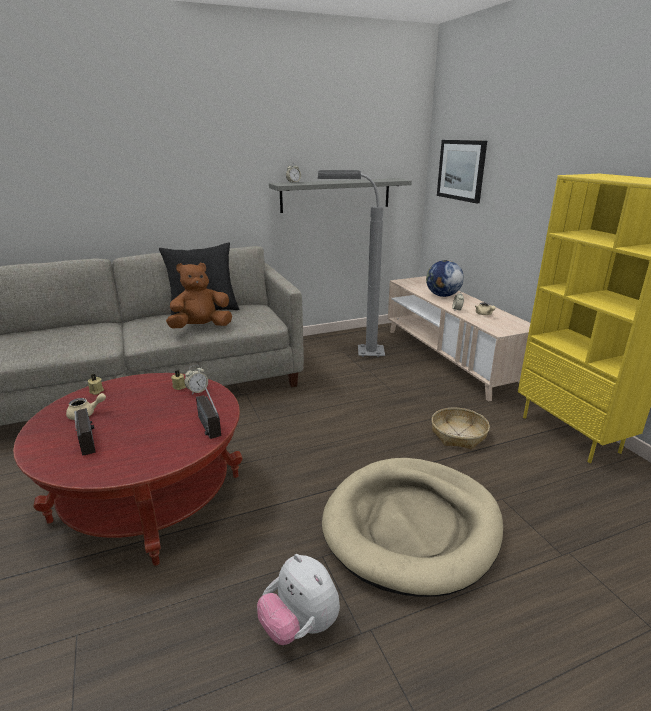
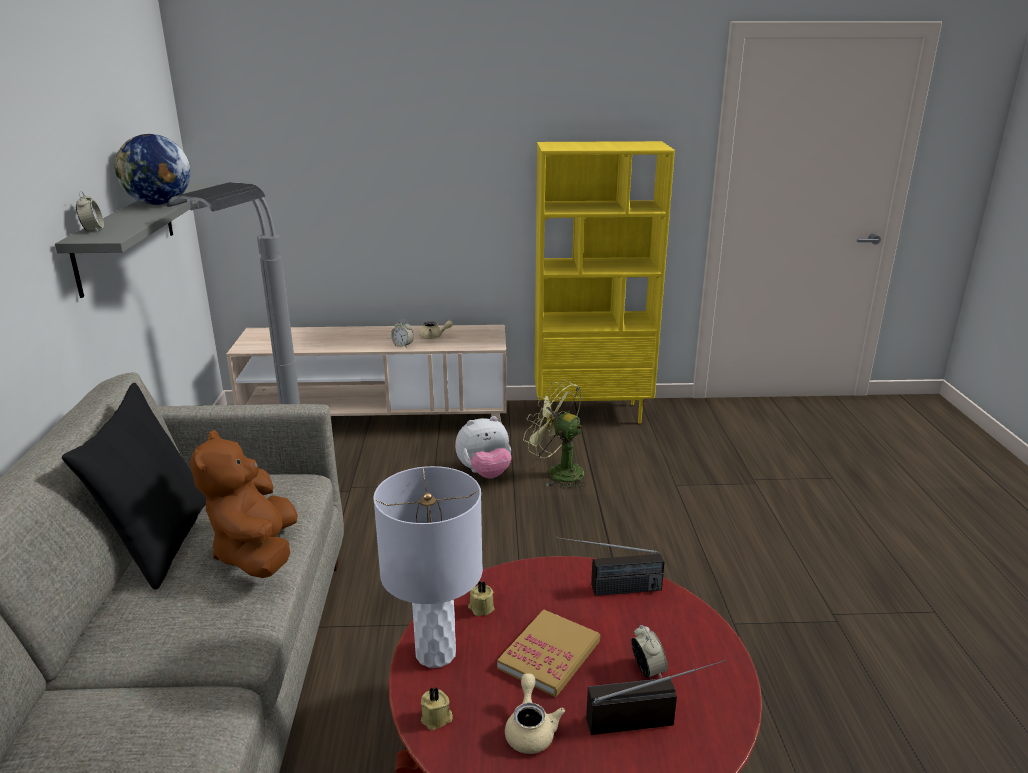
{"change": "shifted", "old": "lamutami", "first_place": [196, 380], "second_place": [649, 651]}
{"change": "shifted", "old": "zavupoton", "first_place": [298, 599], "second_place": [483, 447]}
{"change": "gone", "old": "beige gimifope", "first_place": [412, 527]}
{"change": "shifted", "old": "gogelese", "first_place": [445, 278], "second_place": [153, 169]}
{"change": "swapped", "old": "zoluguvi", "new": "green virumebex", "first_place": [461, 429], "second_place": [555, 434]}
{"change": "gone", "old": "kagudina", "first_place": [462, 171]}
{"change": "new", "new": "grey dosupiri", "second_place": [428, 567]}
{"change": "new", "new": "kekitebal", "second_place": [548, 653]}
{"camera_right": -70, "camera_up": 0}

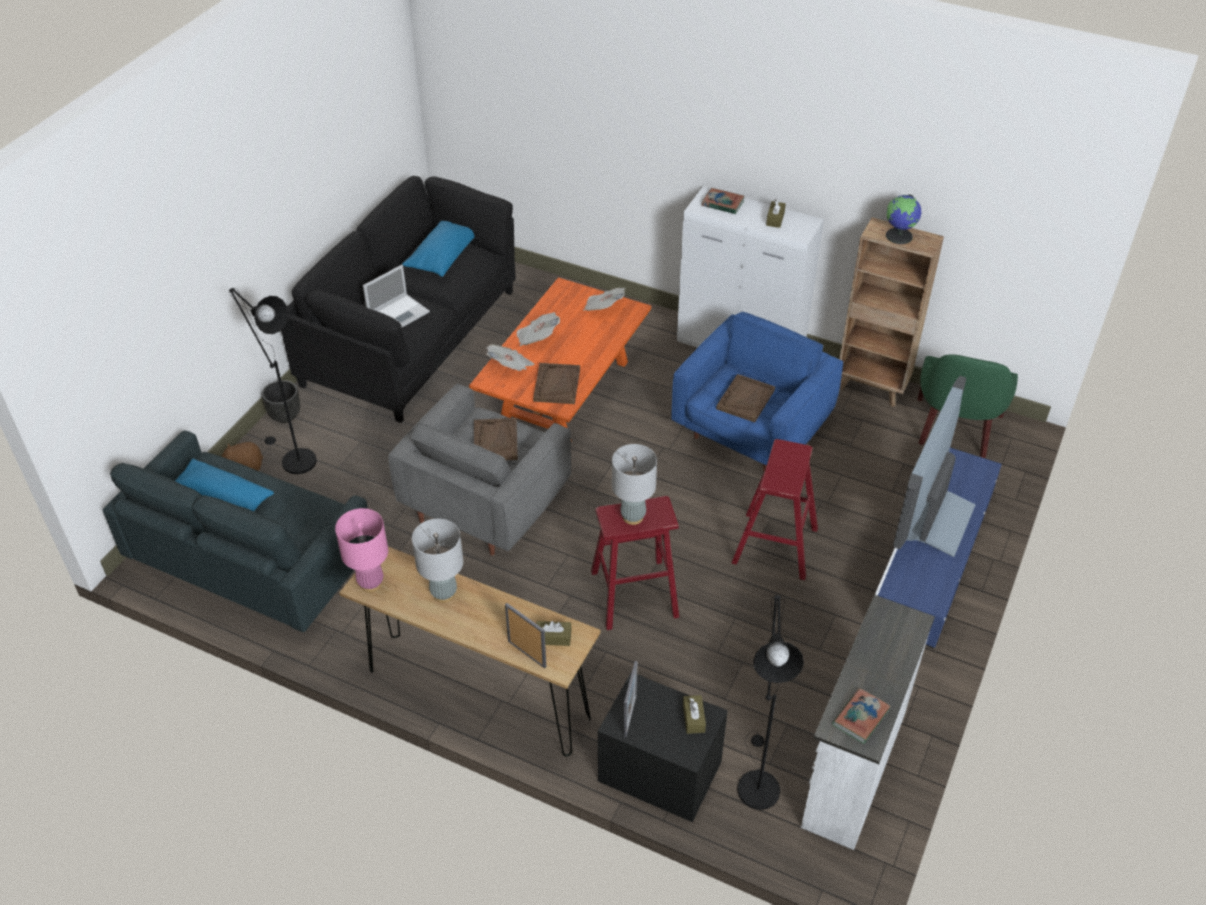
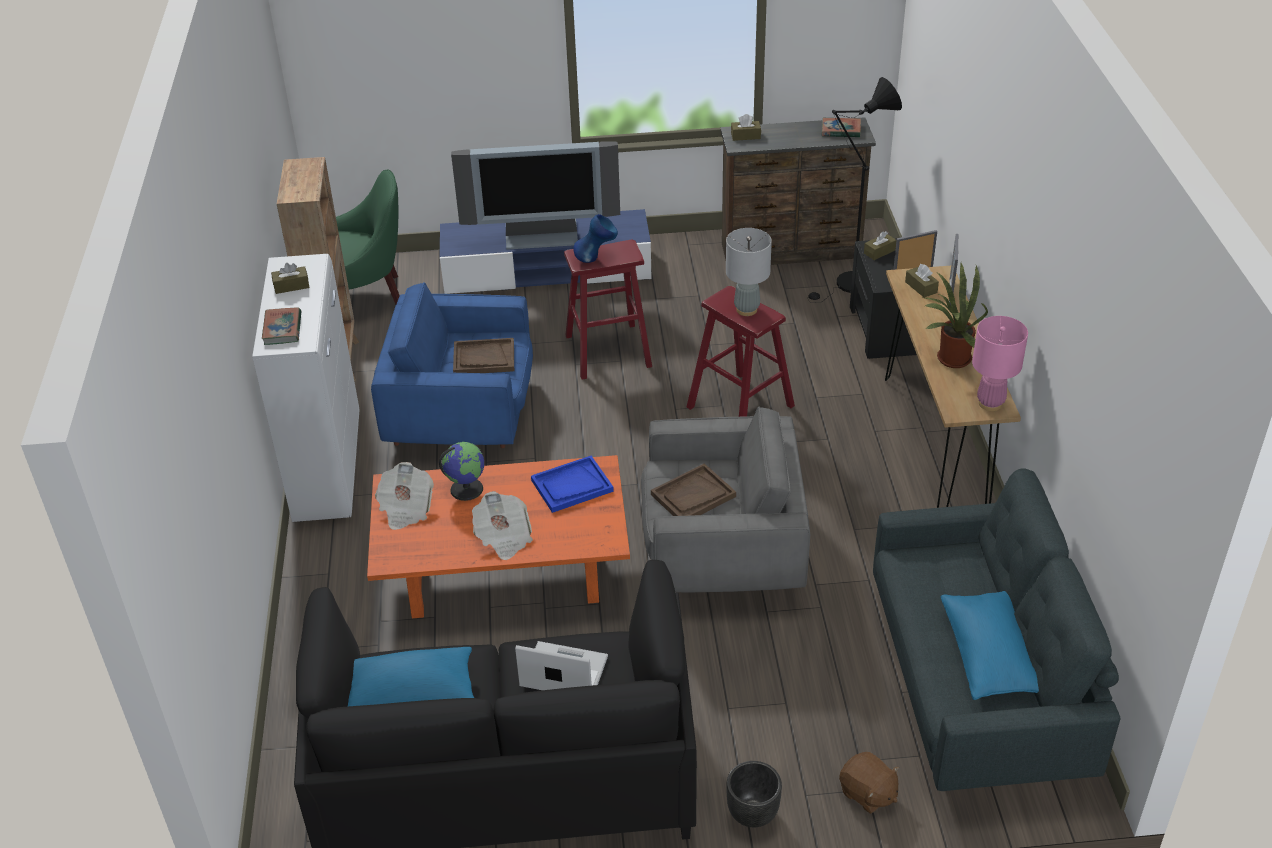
{"change": "gone", "old": "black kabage", "first_place": [273, 381]}
{"change": "swapped", "old": "grey dosupiri", "new": "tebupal", "first_place": [437, 561], "second_place": [956, 315]}
{"change": "gone", "old": "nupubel", "first_place": [510, 357]}
{"change": "repainted", "old": "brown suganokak", "new": "blue suganokak", "first_place": [556, 383], "second_place": [572, 484]}
{"change": "repainted", "old": "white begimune", "new": "brown begimune", "first_place": [868, 722], "second_place": [798, 191]}
{"change": "shifted", "old": "gogelese", "first_place": [903, 219], "second_place": [461, 471]}
{"change": "new", "new": "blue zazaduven", "second_place": [595, 238]}
{"change": "new", "new": "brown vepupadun", "second_place": [746, 127]}
{"camera_right": -120, "camera_up": -5}

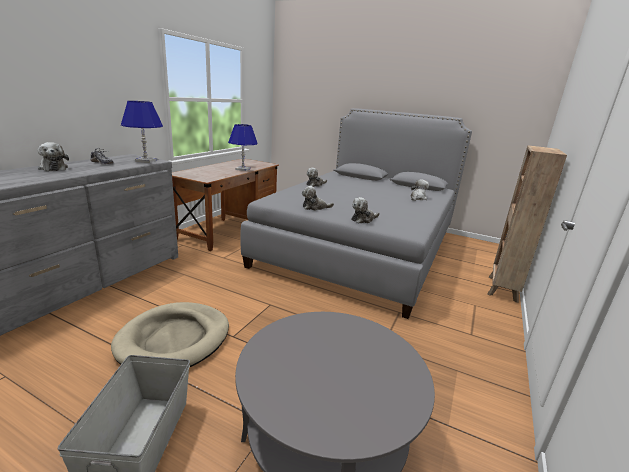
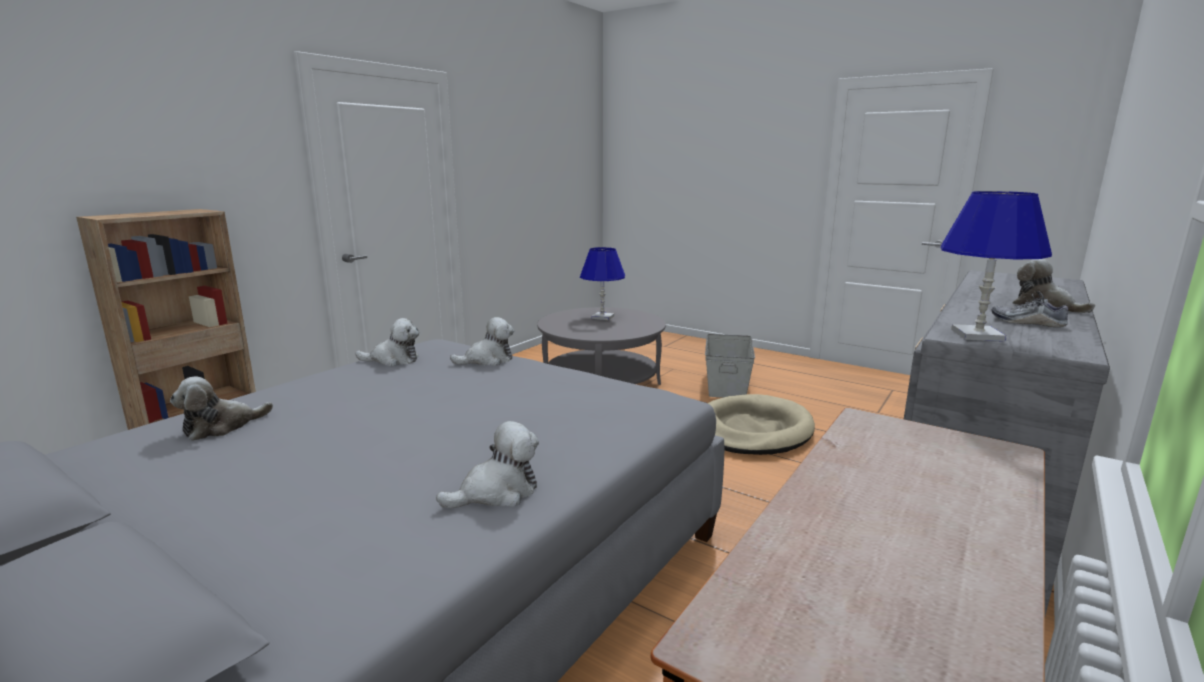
{"change": "shifted", "old": "blue dosupiri", "first_place": [243, 147], "second_place": [602, 283]}
{"change": "shifted", "old": "zavupoton", "first_place": [318, 198], "second_place": [387, 342]}
{"camera_right": -170, "camera_up": -5}

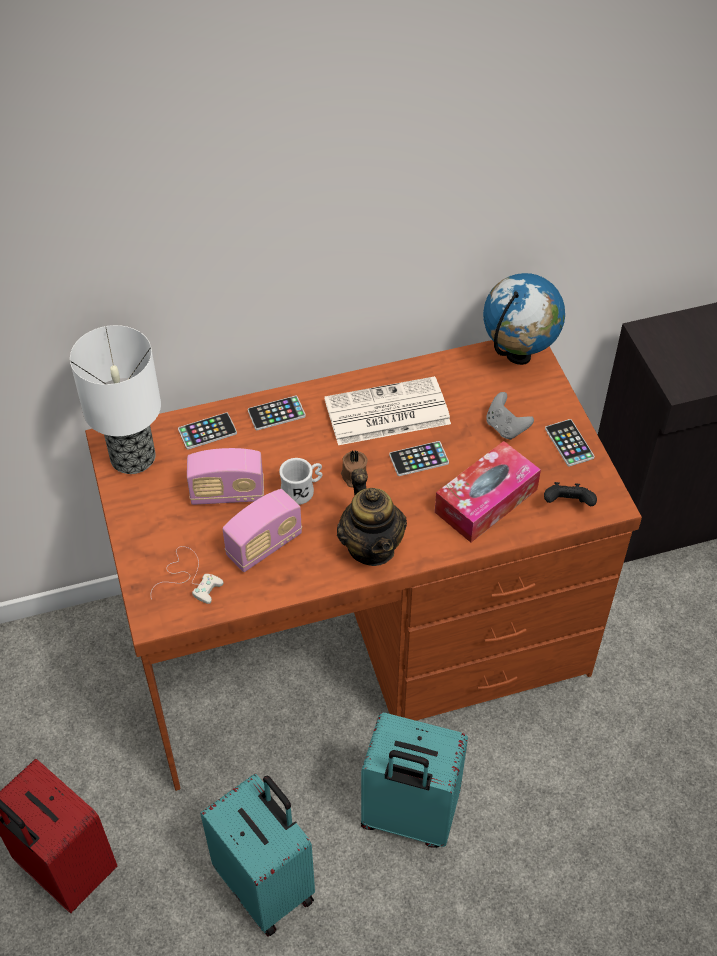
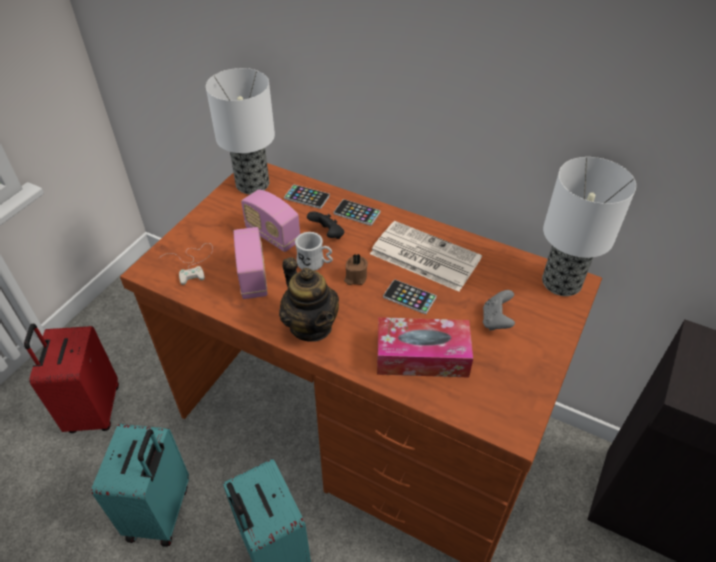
{"change": "rotated", "old": "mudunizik", "first_place": [262, 530], "second_place": [251, 263], "degrees": -105}
{"change": "rotated", "old": "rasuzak", "first_place": [372, 517], "second_place": [309, 299], "degrees": -60}
{"change": "swapped", "old": "gogelese", "new": "dosupiri", "first_place": [524, 319], "second_place": [589, 226]}
{"change": "shifted", "old": "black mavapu", "first_place": [570, 494], "second_place": [325, 225]}
{"change": "gone", "old": "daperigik", "first_place": [570, 442]}
{"camera_right": 45, "camera_up": -5}

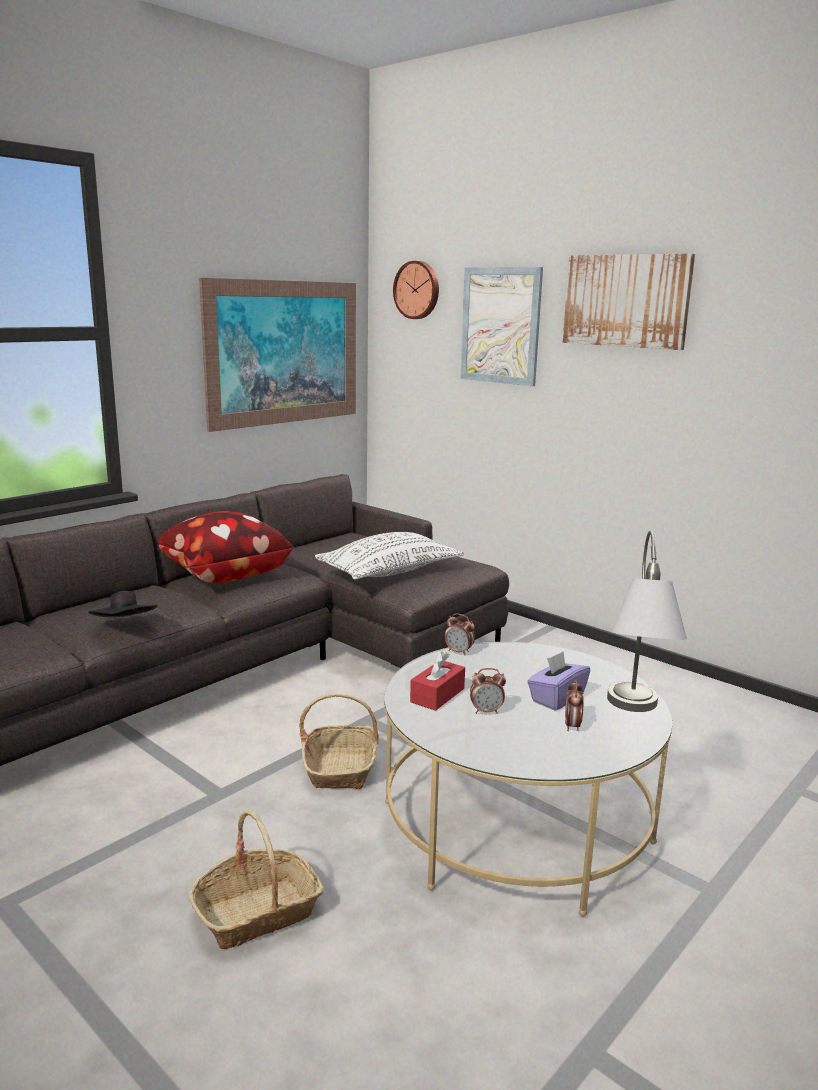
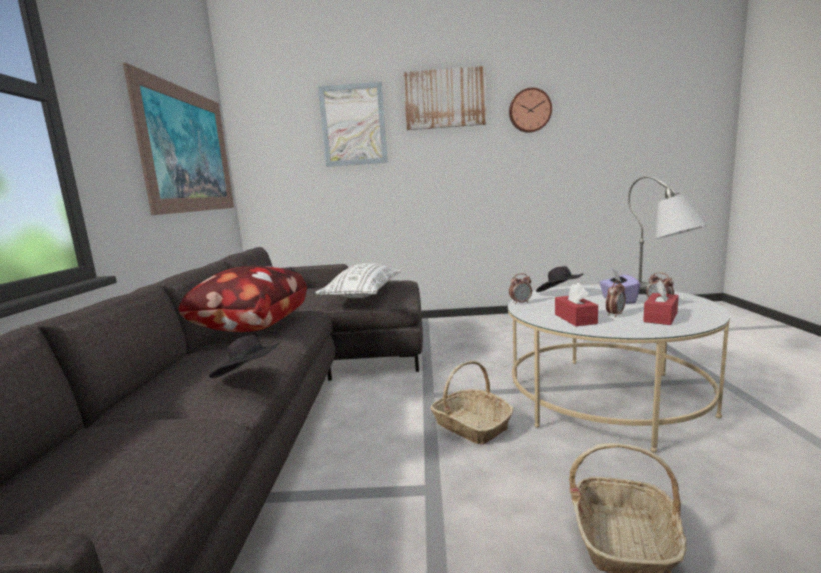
{"change": "shifted", "old": "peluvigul", "first_place": [416, 290], "second_place": [530, 110]}
{"change": "new", "new": "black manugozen", "second_place": [559, 279]}
{"change": "new", "new": "red vepupadun", "second_place": [661, 302]}
{"camera_right": -40, "camera_up": -5}

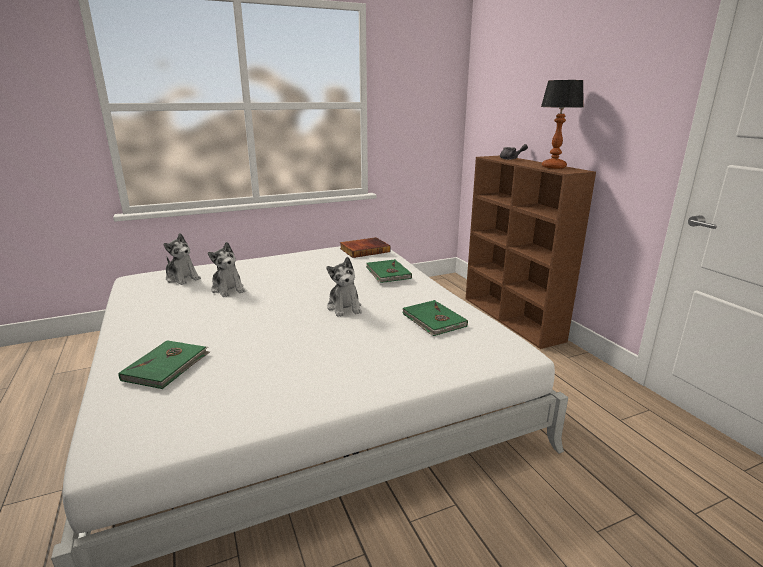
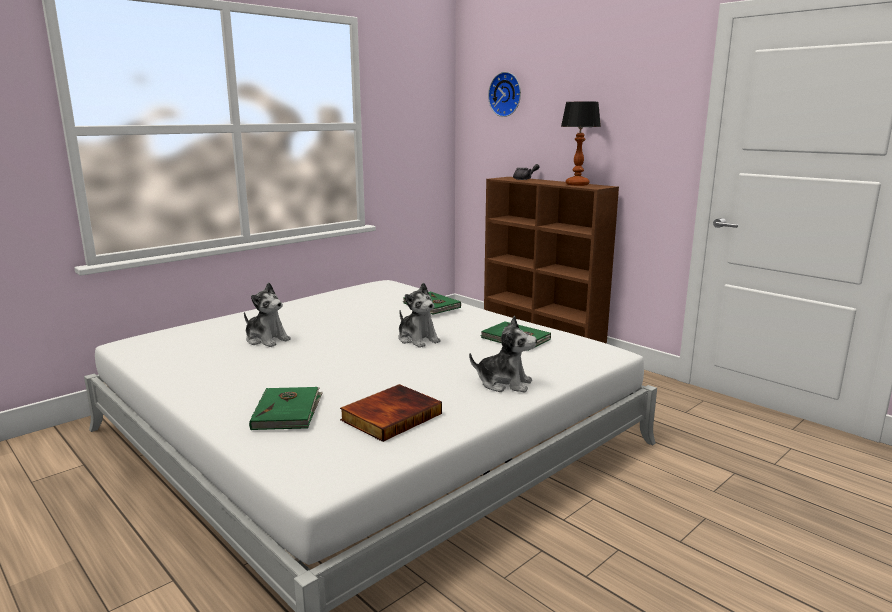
{"change": "shifted", "old": "zavupoton", "first_place": [182, 259], "second_place": [503, 354]}
{"change": "shifted", "old": "kekitebal", "first_place": [365, 247], "second_place": [391, 413]}
{"change": "new", "new": "peluvigul", "second_place": [504, 94]}
{"camera_right": -20, "camera_up": -5}

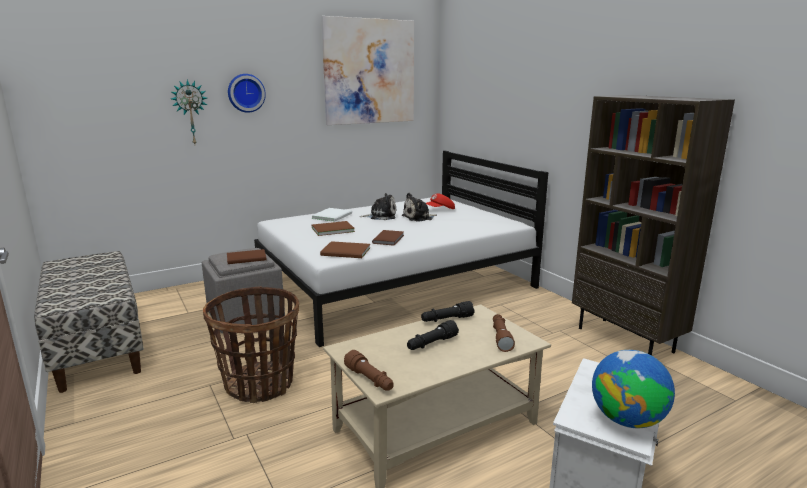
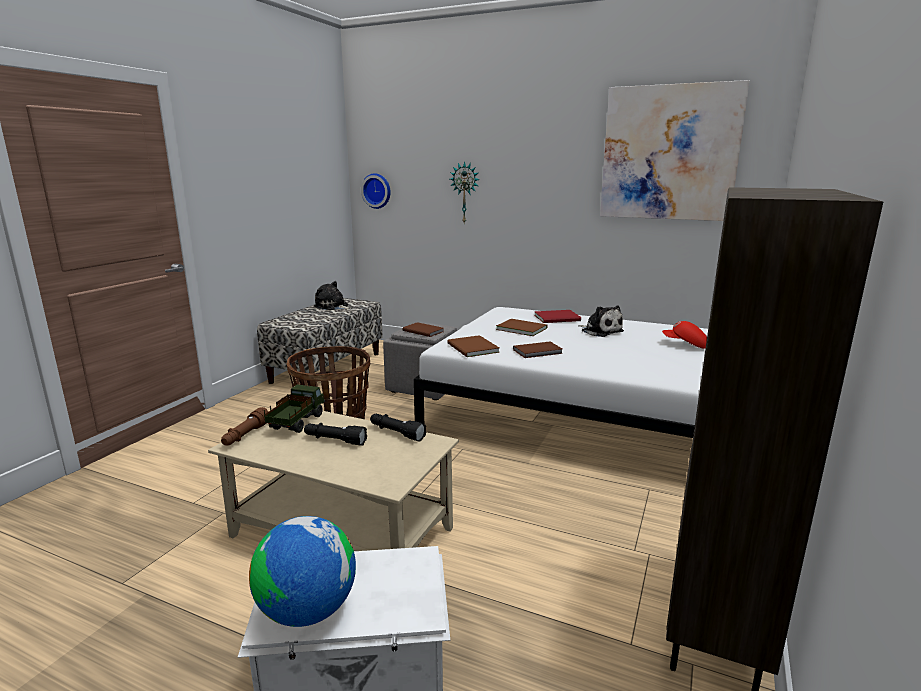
{"change": "shifted", "old": "peluvigul", "first_place": [247, 93], "second_place": [376, 191]}
{"change": "repainted", "old": "white kekitebal", "new": "red kekitebal", "first_place": [331, 215], "second_place": [557, 316]}
{"change": "shifted", "old": "zavupoton", "first_place": [419, 207], "second_place": [333, 295]}
{"change": "gone", "old": "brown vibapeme", "first_place": [504, 333]}
{"change": "new", "new": "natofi", "second_place": [294, 409]}
{"camera_right": 55, "camera_up": 0}

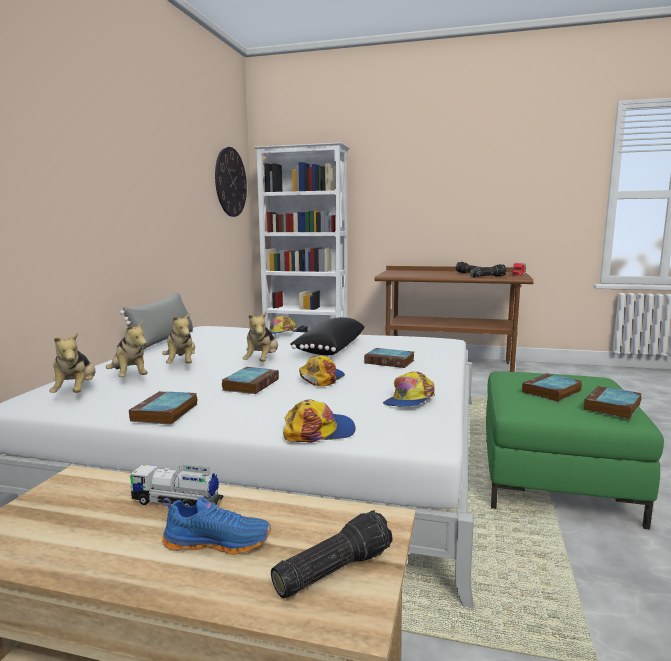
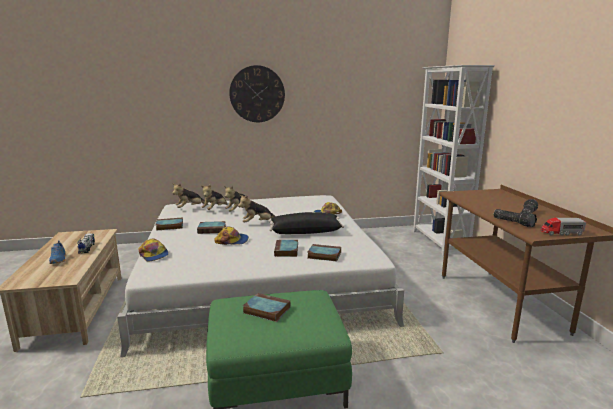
{"change": "gone", "old": "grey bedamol", "first_place": [156, 321]}
{"change": "shifted", "old": "peluvigul", "first_place": [231, 182], "second_place": [257, 93]}
{"change": "gone", "old": "vibapeme", "first_place": [332, 554]}
{"change": "gone", "old": "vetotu", "first_place": [409, 389]}
{"change": "shifted", "old": "kekitebal", "first_place": [613, 402], "second_place": [324, 252]}
{"camera_right": 65, "camera_up": 5}

